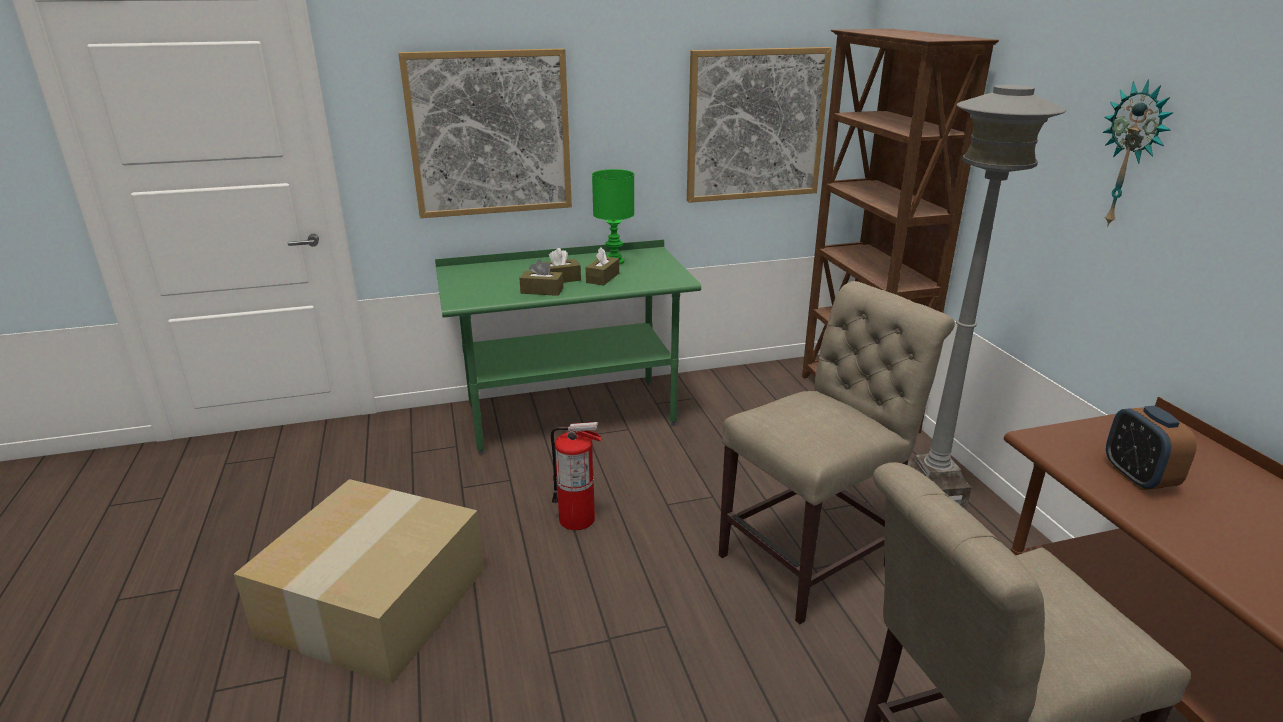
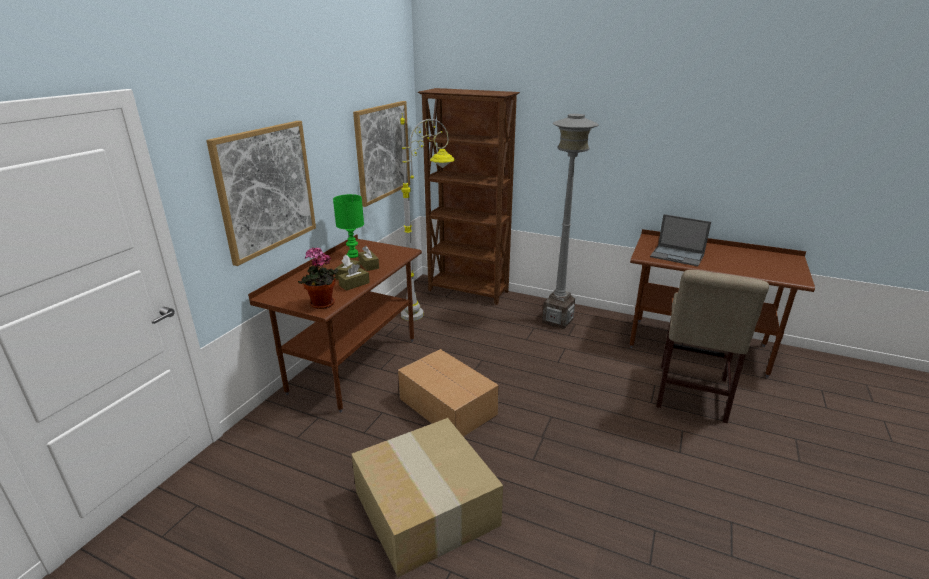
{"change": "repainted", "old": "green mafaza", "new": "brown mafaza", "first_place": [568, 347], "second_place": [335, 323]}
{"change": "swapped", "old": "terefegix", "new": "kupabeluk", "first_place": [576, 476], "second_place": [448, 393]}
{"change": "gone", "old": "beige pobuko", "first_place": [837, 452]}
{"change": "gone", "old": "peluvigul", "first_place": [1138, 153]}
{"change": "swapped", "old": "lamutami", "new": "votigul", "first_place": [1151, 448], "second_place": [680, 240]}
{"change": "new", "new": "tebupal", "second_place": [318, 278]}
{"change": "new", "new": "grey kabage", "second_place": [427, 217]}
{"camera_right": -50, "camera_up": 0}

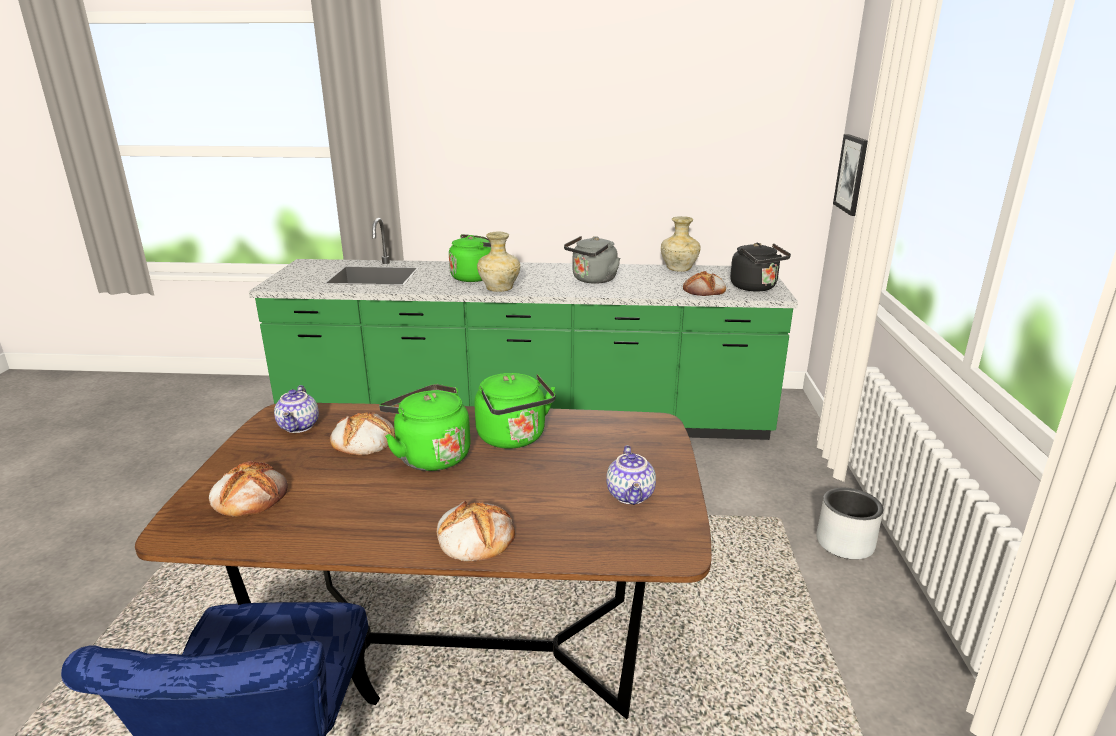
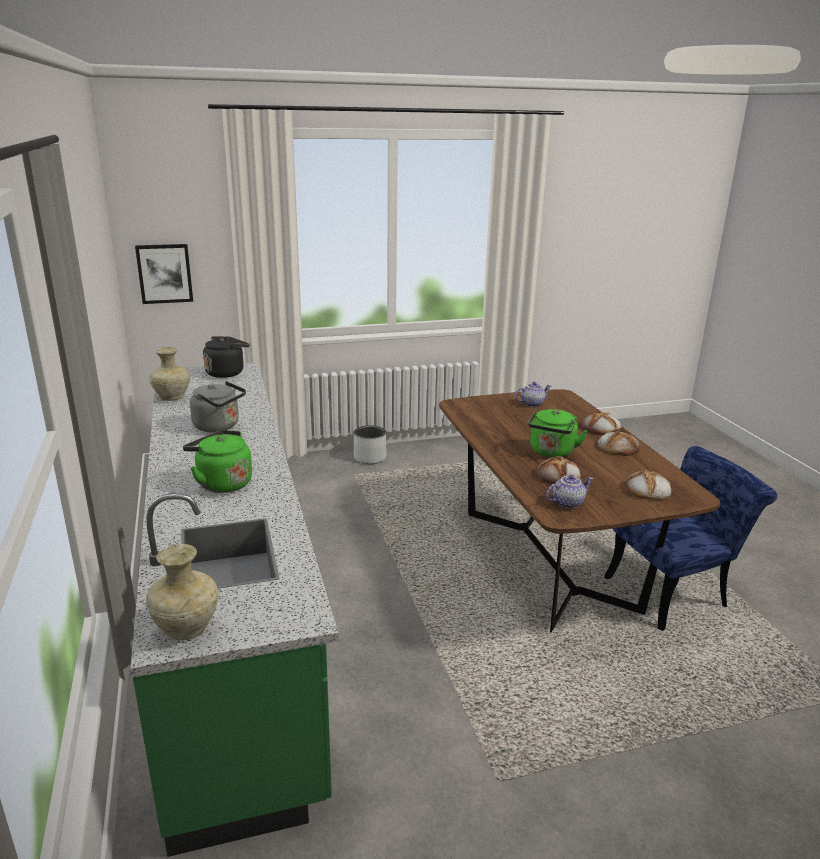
{"change": "gone", "old": "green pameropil", "first_place": [514, 411]}
{"change": "shifted", "old": "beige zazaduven", "first_place": [498, 262], "second_place": [182, 592]}
{"change": "shifted", "old": "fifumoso", "first_place": [704, 283], "second_place": [619, 442]}
{"camera_right": -110, "camera_up": 0}

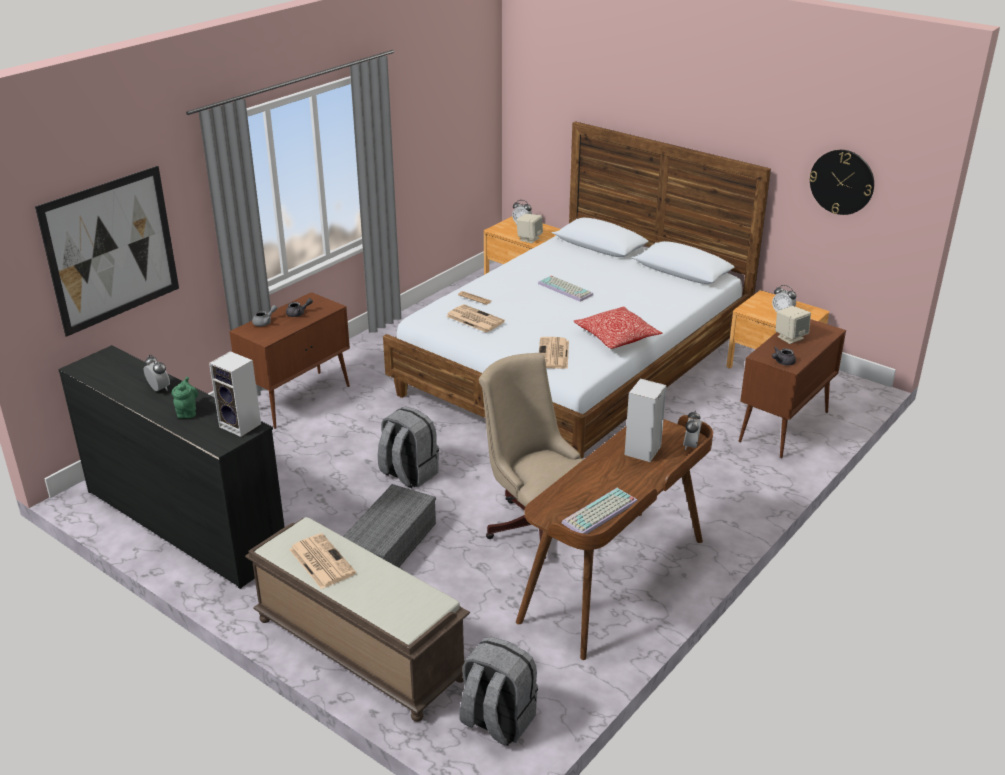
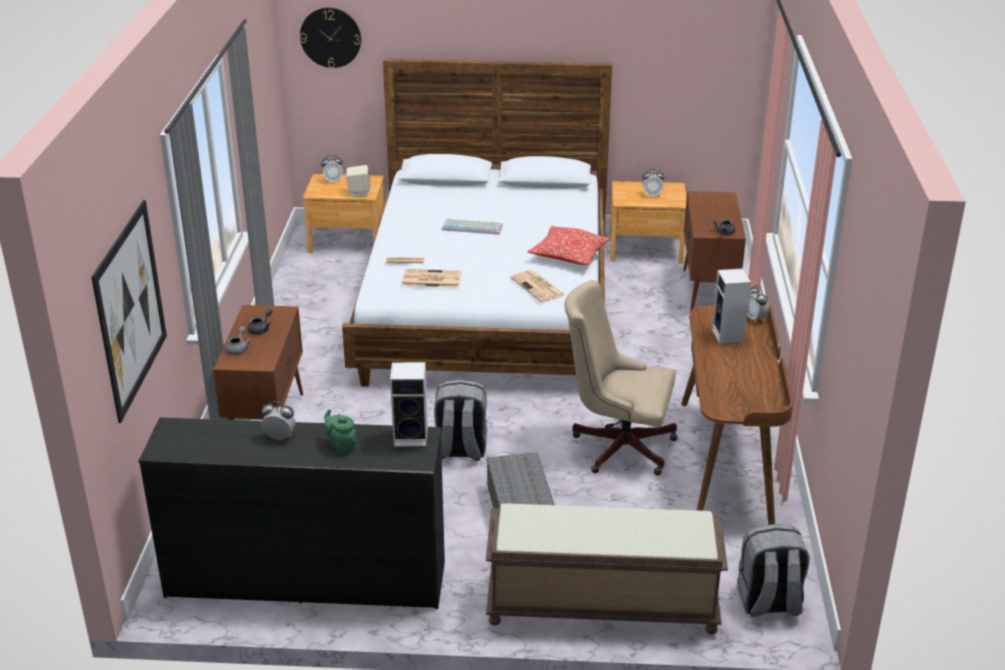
{"change": "gone", "old": "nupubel", "first_place": [322, 561]}
{"change": "gone", "old": "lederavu", "first_place": [599, 511]}
{"change": "gone", "old": "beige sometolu", "first_place": [793, 325]}
{"change": "shifted", "old": "peluvigul", "first_place": [841, 182], "second_place": [330, 38]}
{"camera_right": -35, "camera_up": 0}

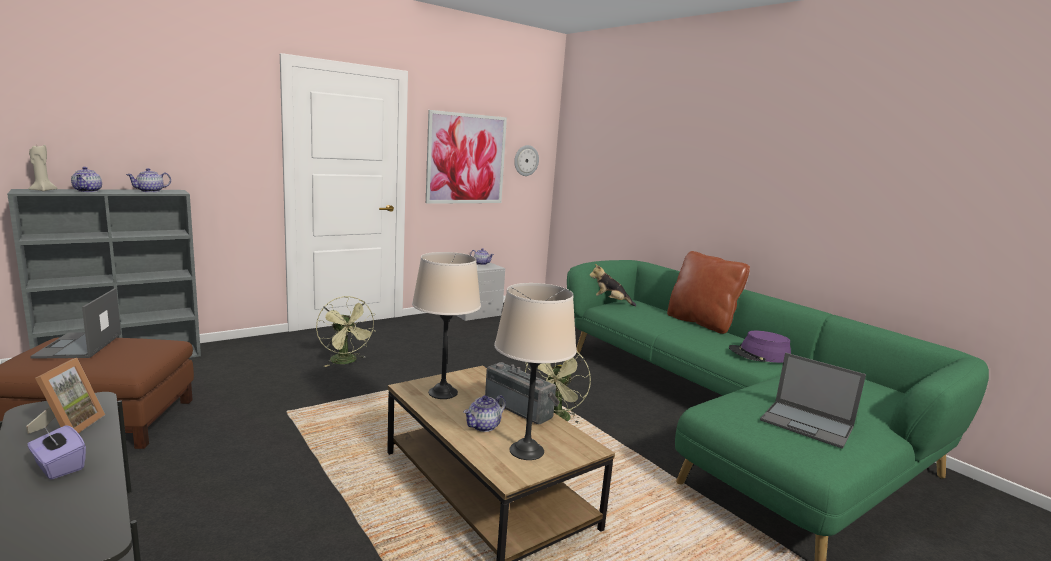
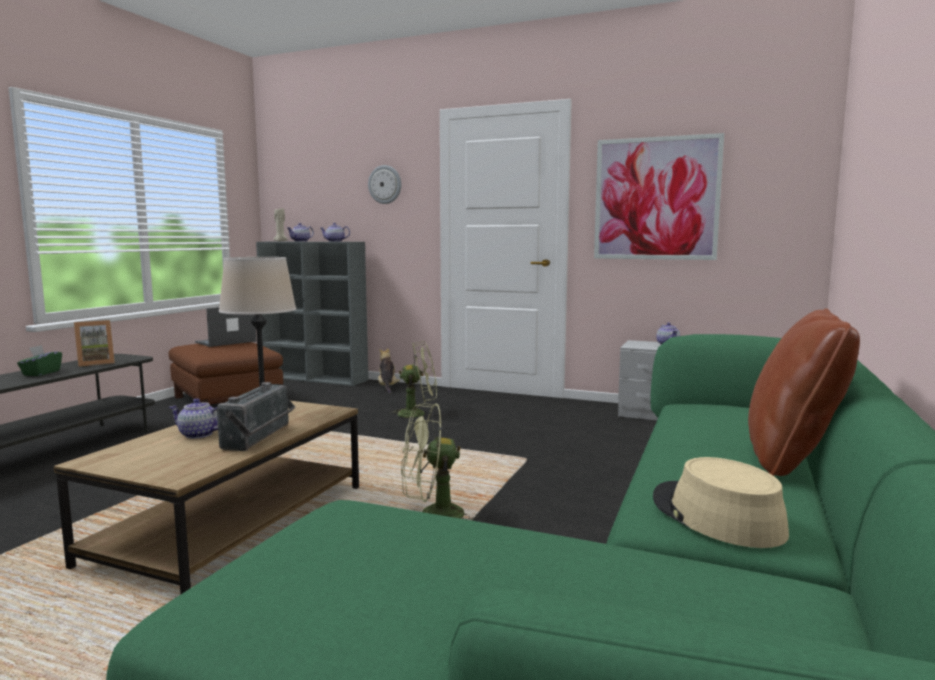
{"change": "repainted", "old": "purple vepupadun", "new": "green vepupadun", "first_place": [56, 452], "second_place": [39, 360]}
{"change": "rotated", "old": "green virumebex", "first_place": [346, 331], "second_place": [413, 379], "degrees": -120}
{"change": "gone", "old": "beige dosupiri", "first_place": [535, 371]}
{"change": "shifted", "old": "peluvigul", "first_place": [526, 160], "second_place": [384, 184]}
{"change": "shifted", "old": "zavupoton", "first_place": [613, 285], "second_place": [389, 371]}
{"change": "repainted", "old": "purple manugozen", "new": "beige manugozen", "first_place": [760, 347], "second_place": [721, 502]}
{"change": "gone", "old": "votigul", "first_place": [813, 400]}
{"camera_right": 60, "camera_up": -5}

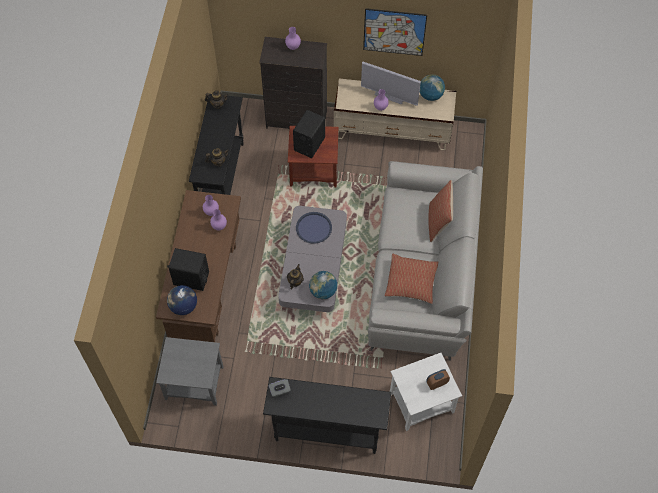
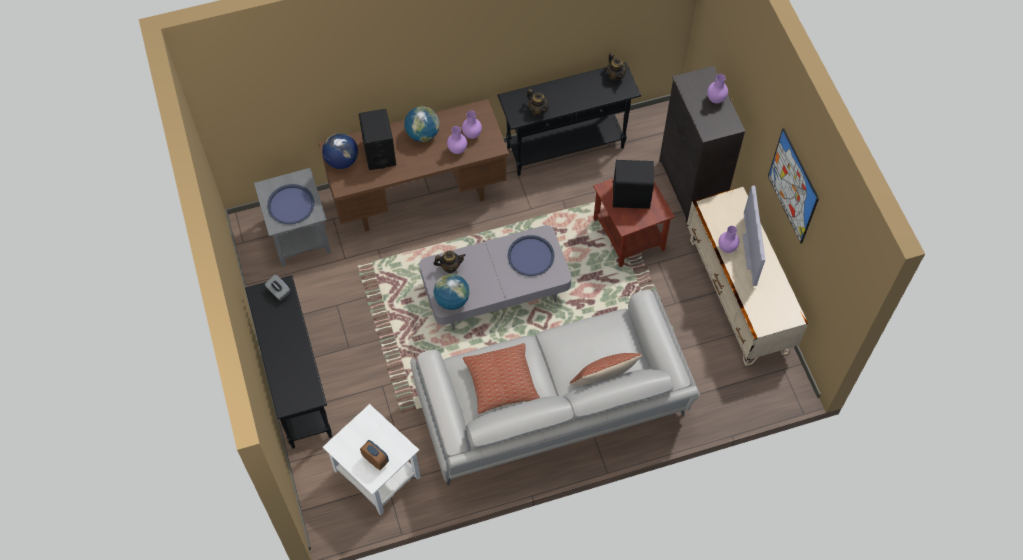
{"change": "shifted", "old": "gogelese", "first_place": [432, 87], "second_place": [422, 124]}
{"change": "new", "new": "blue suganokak", "second_place": [290, 204]}
{"camera_right": 65, "camera_up": 0}

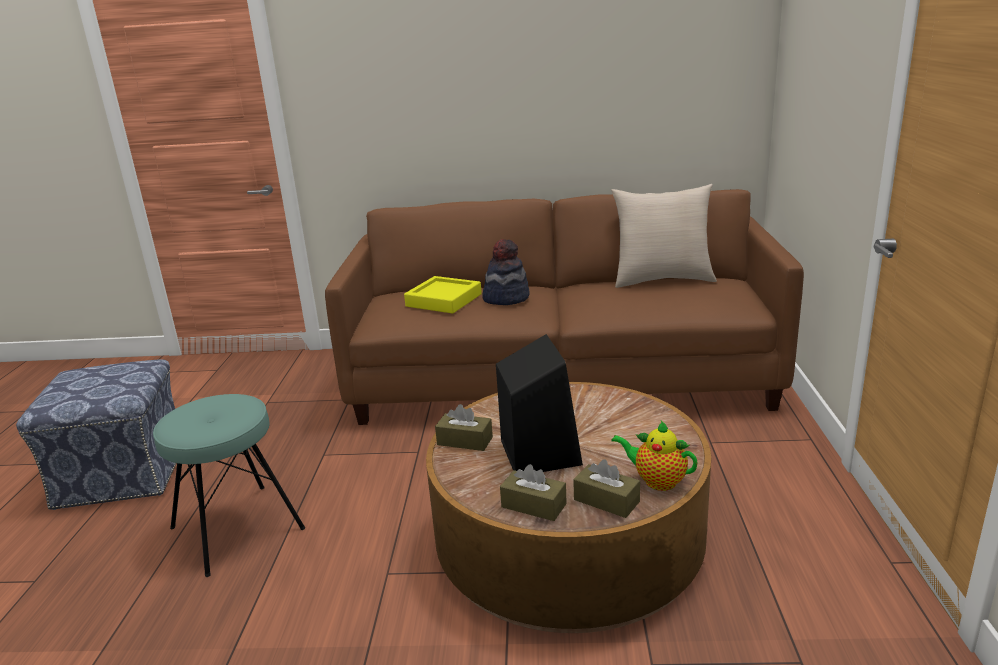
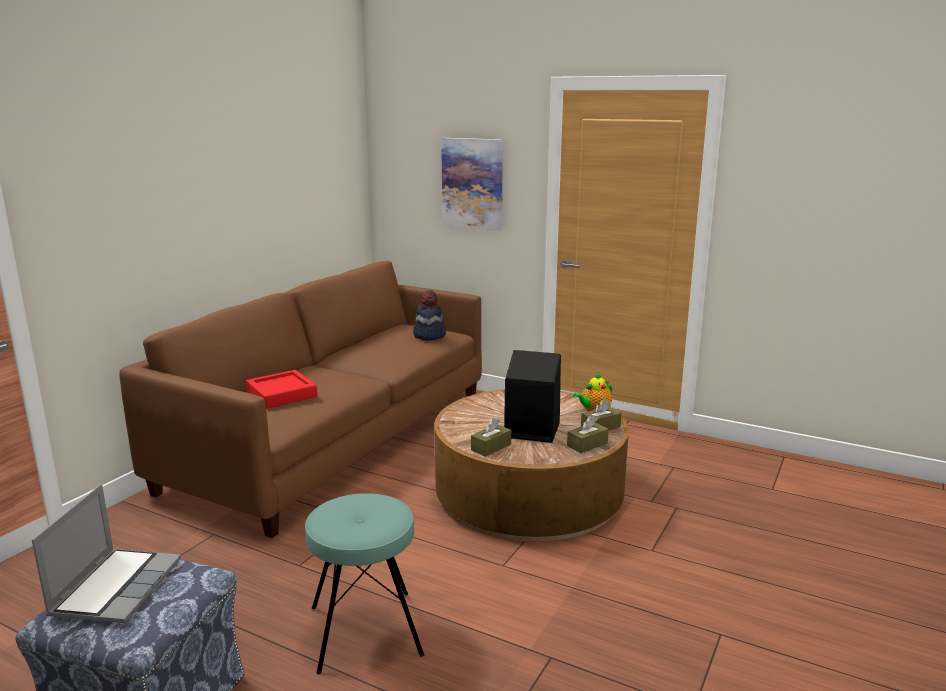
{"change": "repainted", "old": "yellow suganokak", "new": "red suganokak", "first_place": [443, 295], "second_place": [281, 389]}
{"change": "shifted", "old": "manugozen", "first_place": [506, 272], "second_place": [429, 315]}
{"change": "gone", "old": "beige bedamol", "first_place": [664, 236]}
{"change": "new", "new": "votigul", "second_place": [106, 553]}
{"change": "new", "new": "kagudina", "second_place": [472, 184]}
{"camera_right": -65, "camera_up": -5}

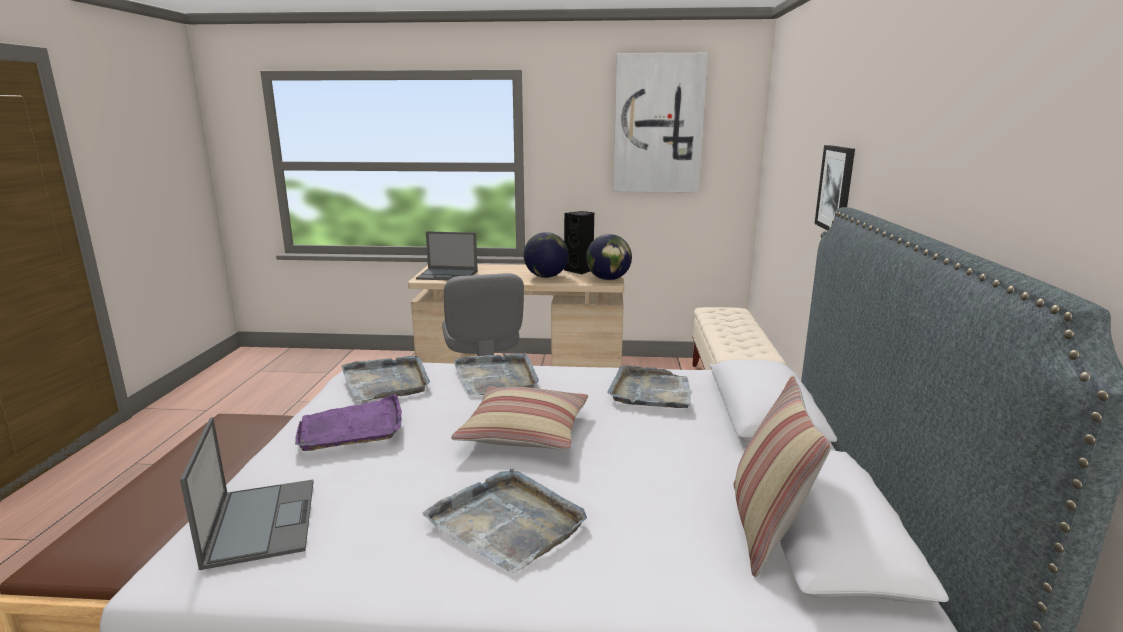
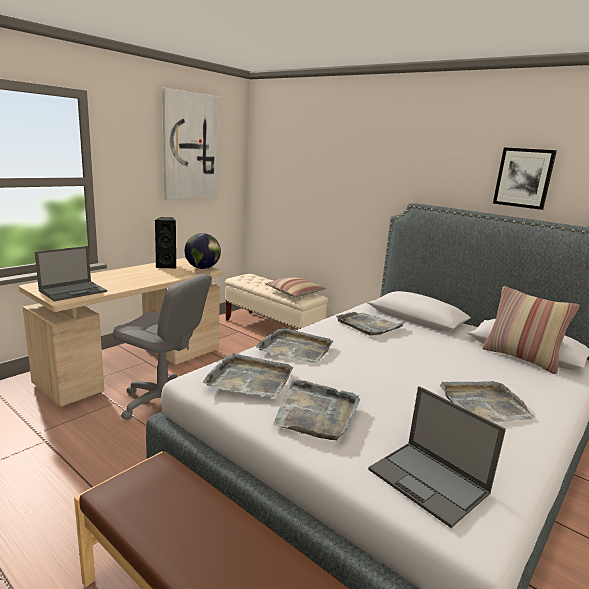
{"change": "rotated", "old": "votigul", "first_place": [246, 493], "second_place": [437, 457], "degrees": -150}
{"change": "repainted", "old": "purple suganokak", "new": "grey suganokak", "first_place": [348, 422], "second_place": [316, 410]}
{"change": "shifted", "old": "bedamol", "first_place": [519, 418], "second_place": [296, 287]}
{"change": "gone", "old": "gogelese", "first_place": [546, 255]}
{"change": "shifted", "old": "kagudina", "first_place": [834, 187], "second_place": [525, 178]}
{"camera_right": -55, "camera_up": 0}

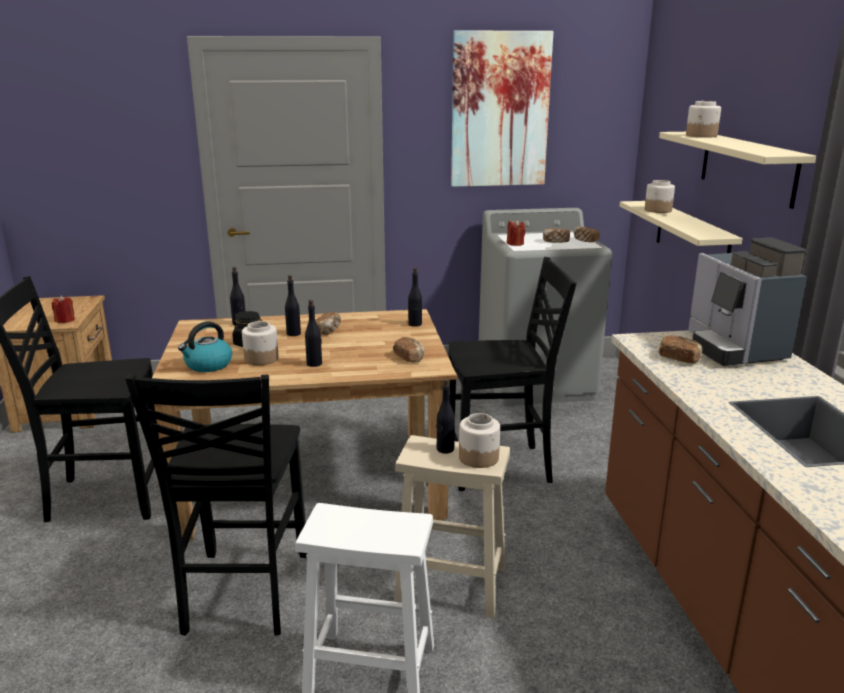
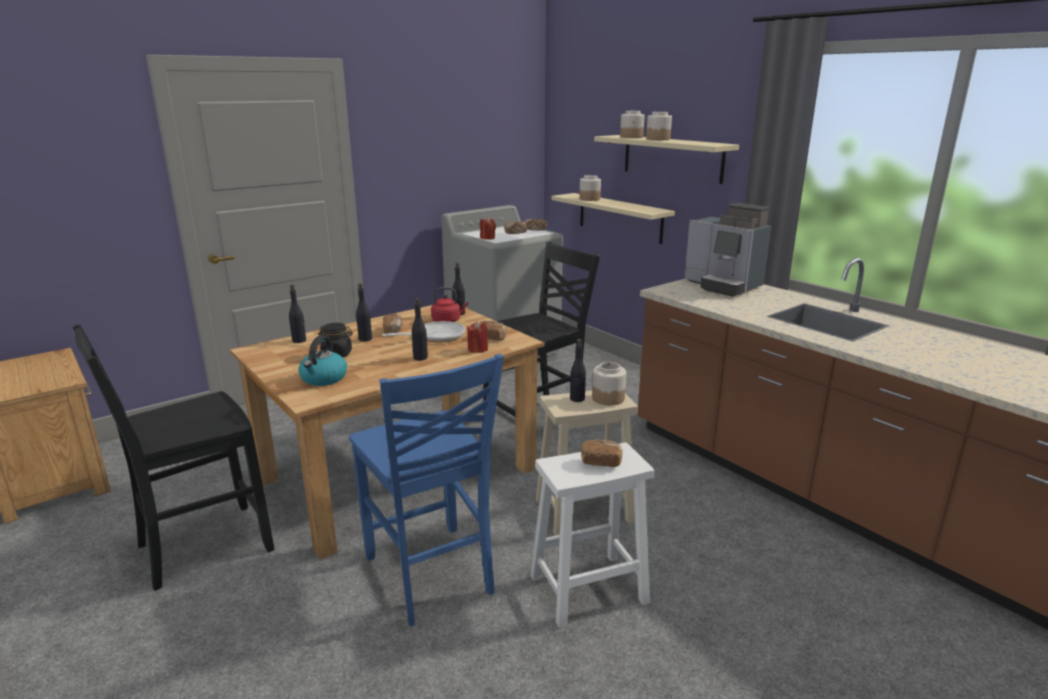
{"change": "shifted", "old": "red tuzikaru", "first_place": [63, 309], "second_place": [477, 337]}
{"change": "repainted", "old": "black pobuko", "new": "blue pobuko", "first_place": [216, 505], "second_place": [426, 490]}
{"change": "shifted", "old": "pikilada", "first_place": [260, 343], "second_place": [659, 126]}
{"change": "gone", "old": "kagudina", "first_place": [502, 108]}
{"change": "shifted", "old": "fifumoso", "first_place": [680, 349], "second_place": [602, 453]}
{"change": "new", "new": "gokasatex", "second_place": [423, 331]}
{"change": "new", "new": "red pameropil", "second_place": [450, 304]}
{"camera_right": -30, "camera_up": 0}

